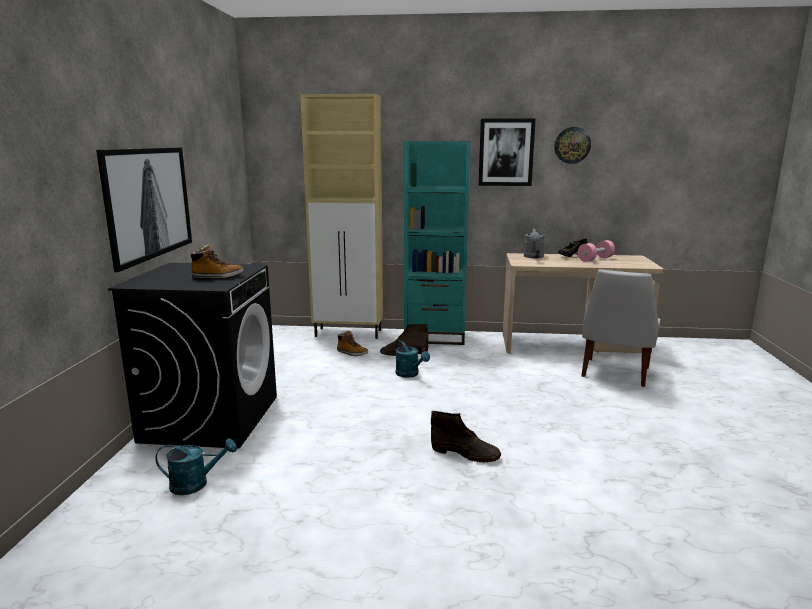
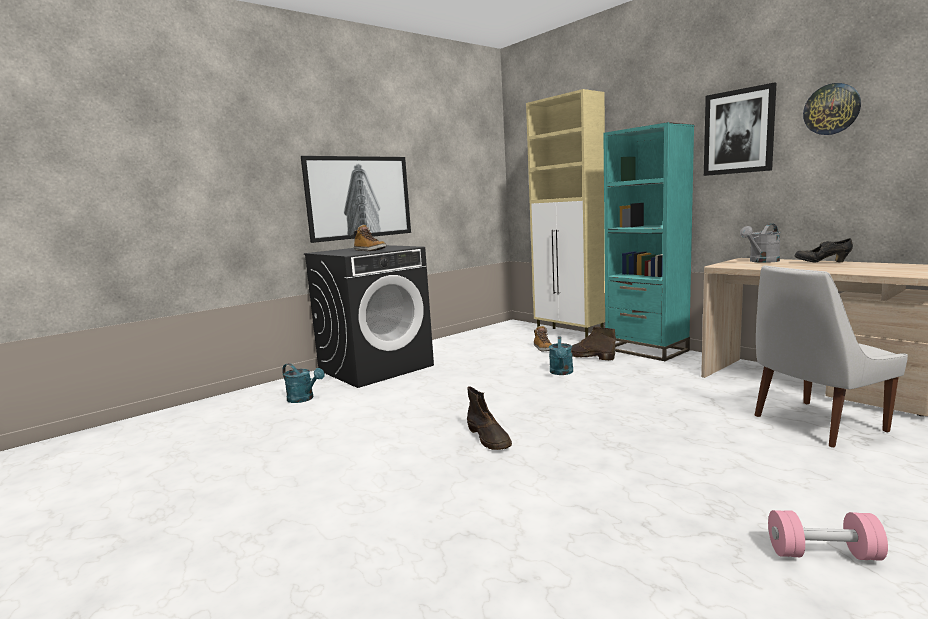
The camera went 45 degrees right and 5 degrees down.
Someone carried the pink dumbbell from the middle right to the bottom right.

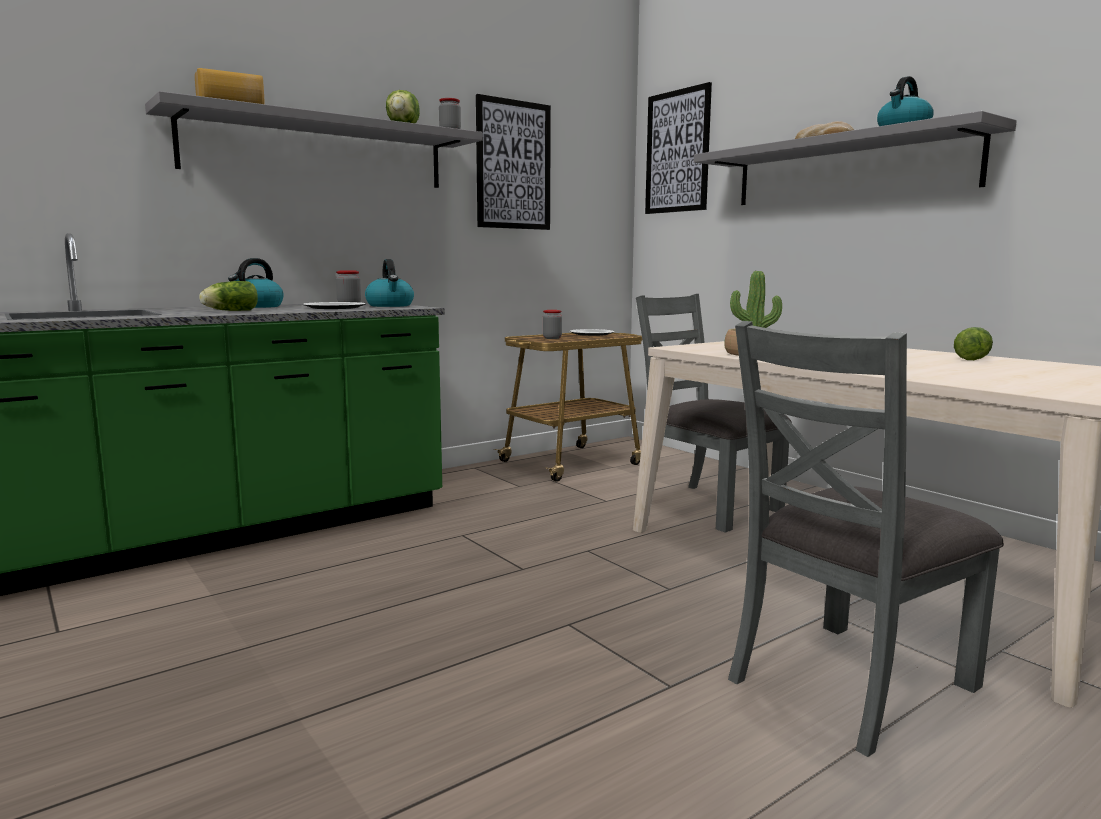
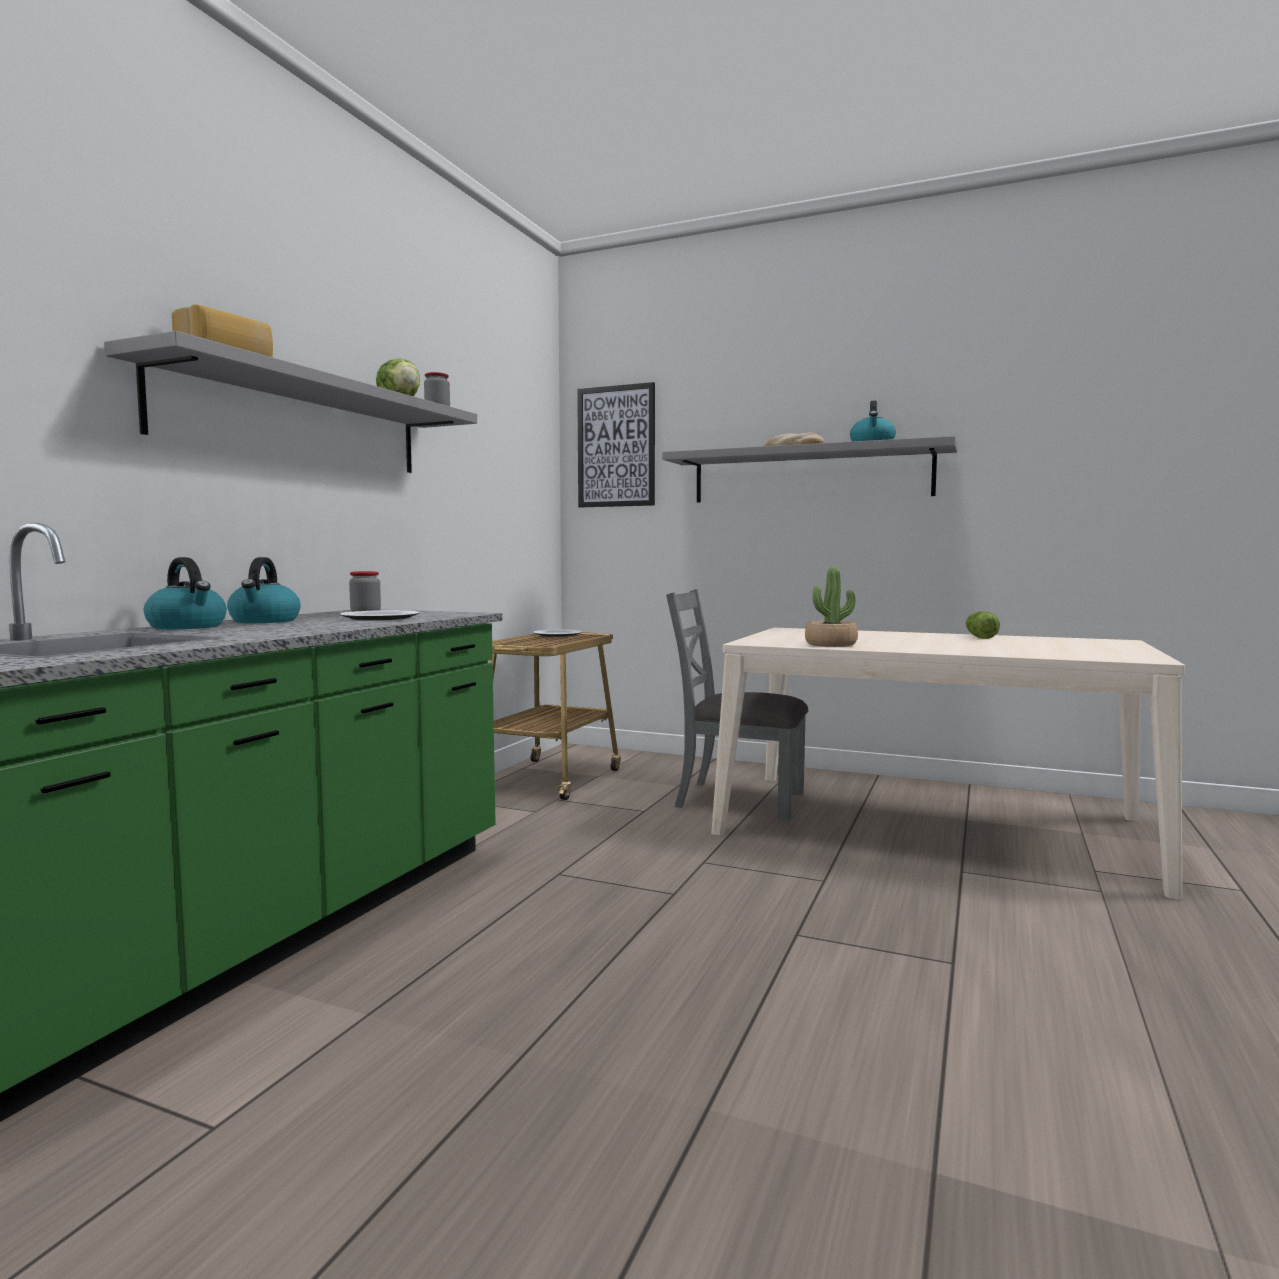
The camera went 30 degrees left and 5 degrees down.
Someone took away the lettuce (1st from left) at the middle left.
Someone carried the kettle (2nd from left in the first image) from the centre to the middle left.
Someone took away the picture (1st from left) at the top centre.
Someone took away the jar (3rd from left) at the centre.
Someone took away the grey chair (2nd from left) at the middle right.

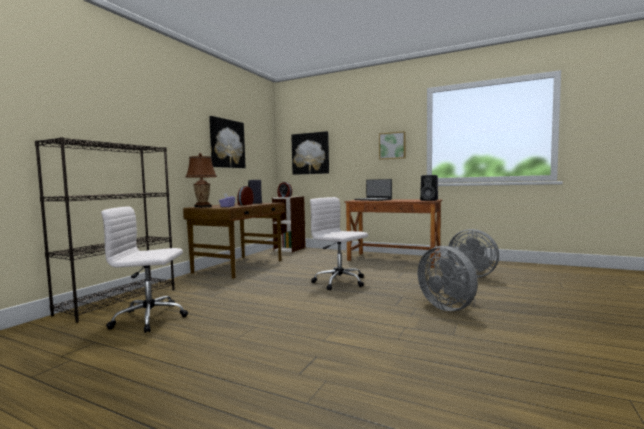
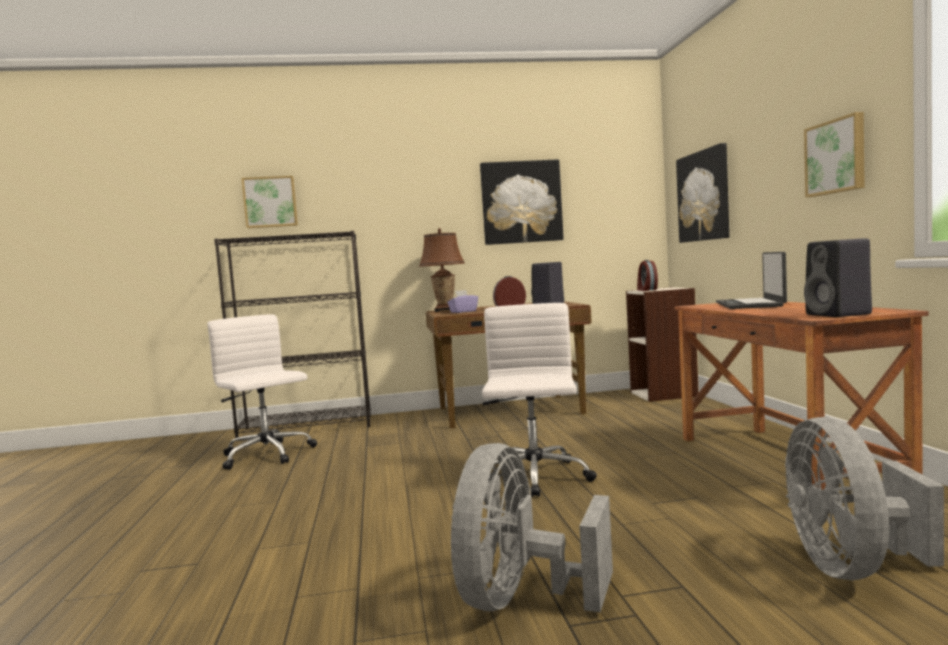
The camera went 55 degrees right and 0 degrees up.
Someone put up the picture (1st from left) at the top left.

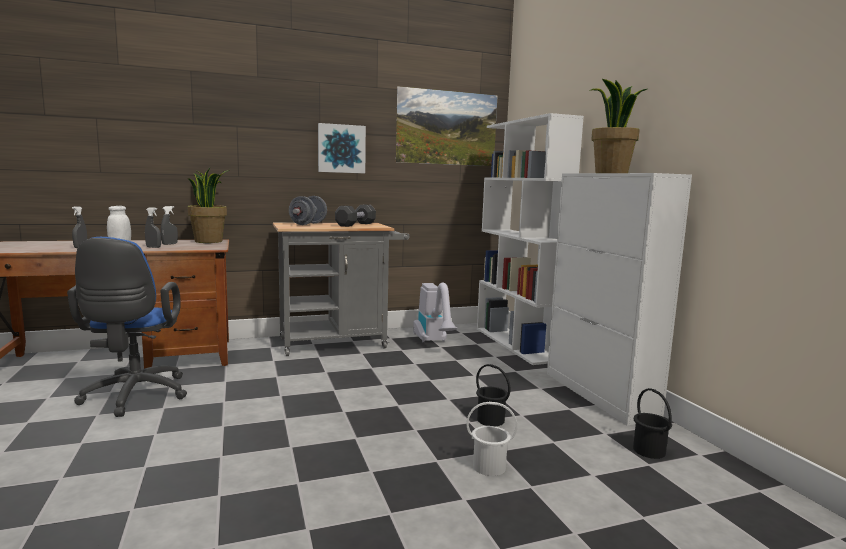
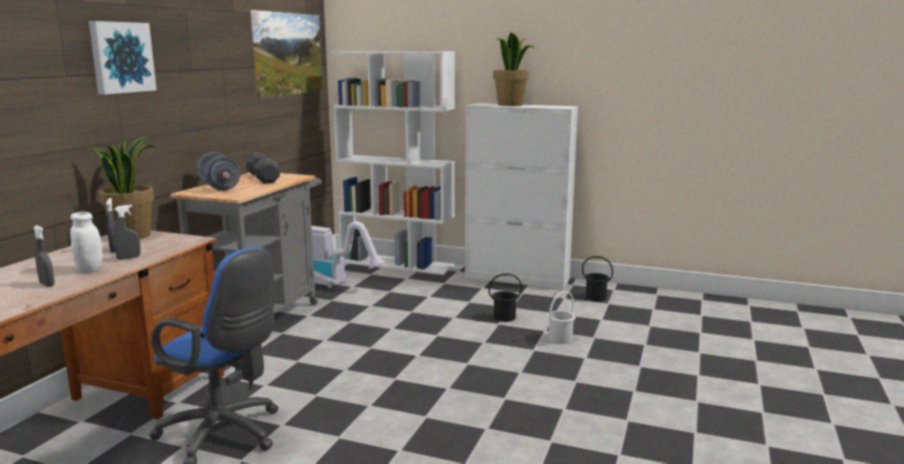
The camera went 50 degrees left and 5 degrees up.
Someone carried the picture (1st from left) from the top centre to the top left.

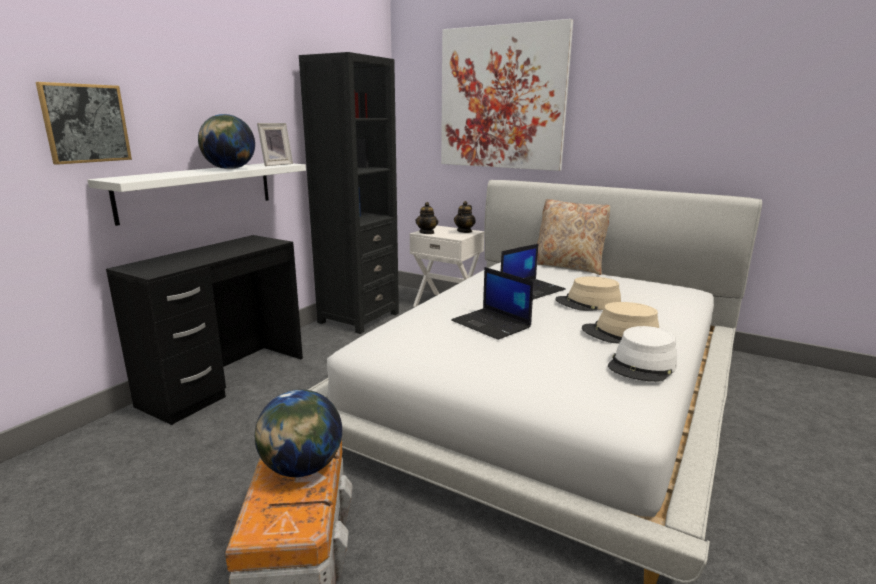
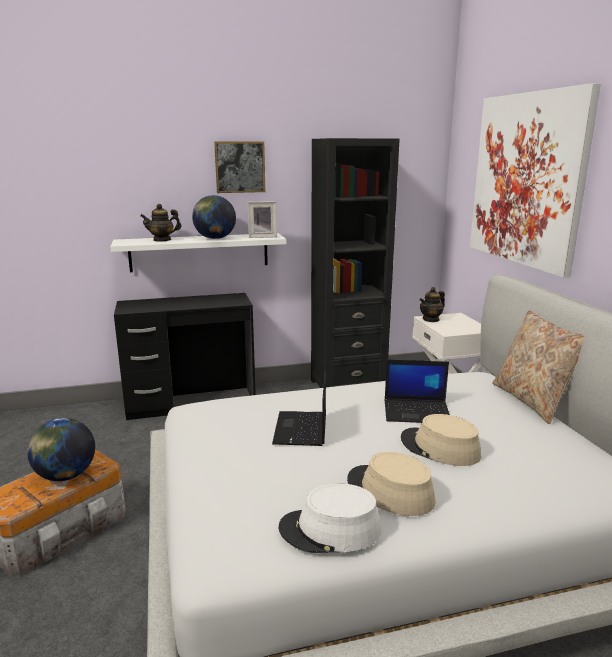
The camera went 45 degrees right and 0 degrees up.
Someone carried the picture (1st from left) from the top left to the top centre.
Someone carried the teapot (2nd from left in the first image) from the centre to the middle left.

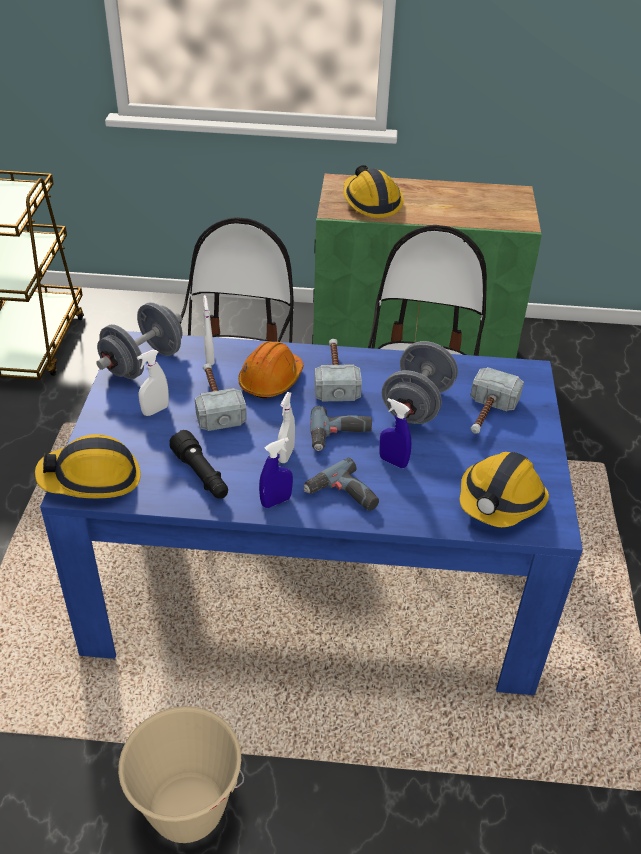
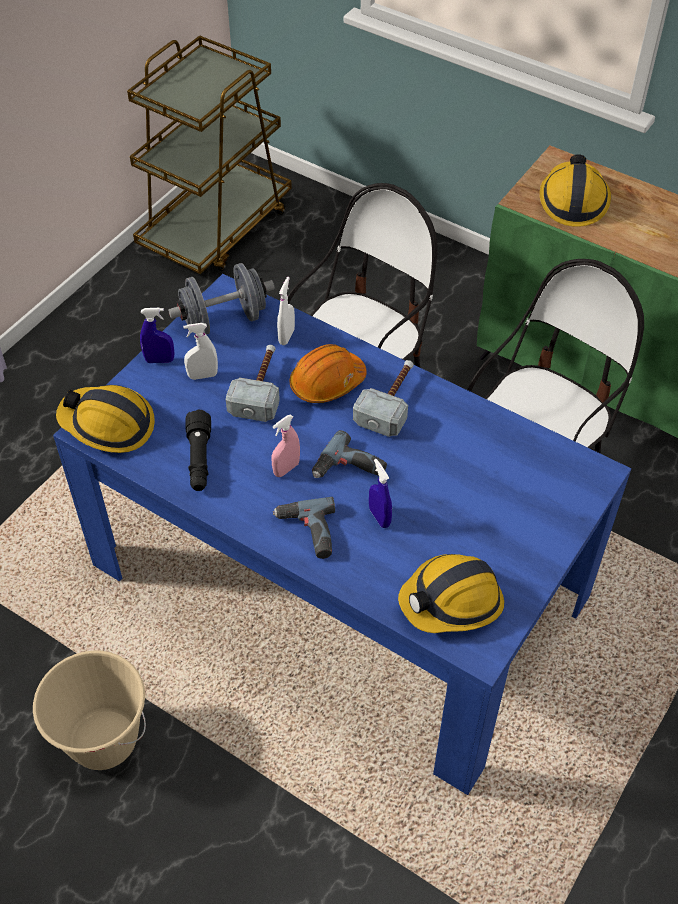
The camera went 30 degrees right and 10 degrees up.
Someone carried the blue spray bottle (1st from left) from the centre to the middle left.
Someone repainted the white spray bottle (3rd from left) at the centre, which became the pink spray bottle at the centre.
Someone took away the grey dumbbell (2nd from left) at the centre.
Someone took away the hammer (3rd from left) at the middle right.

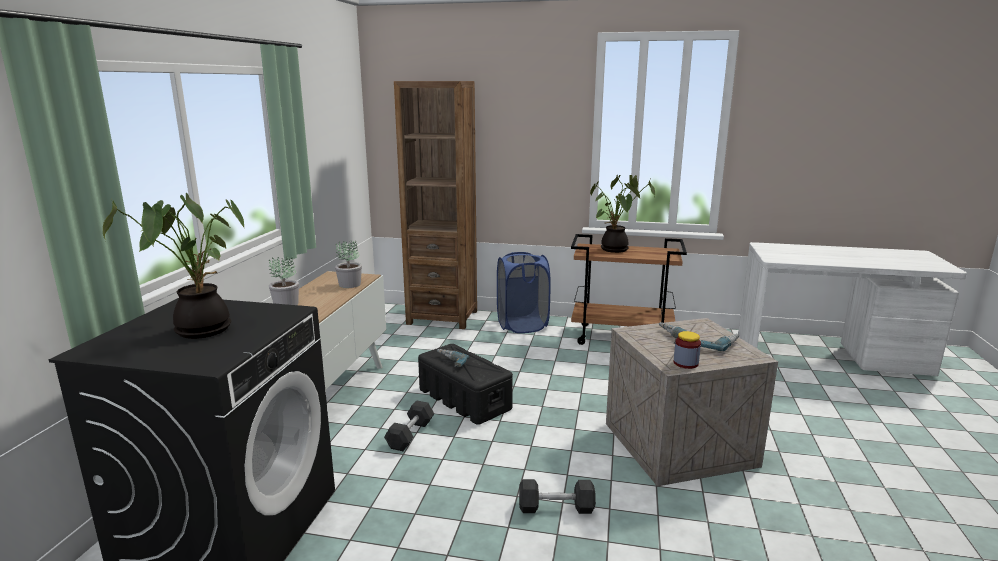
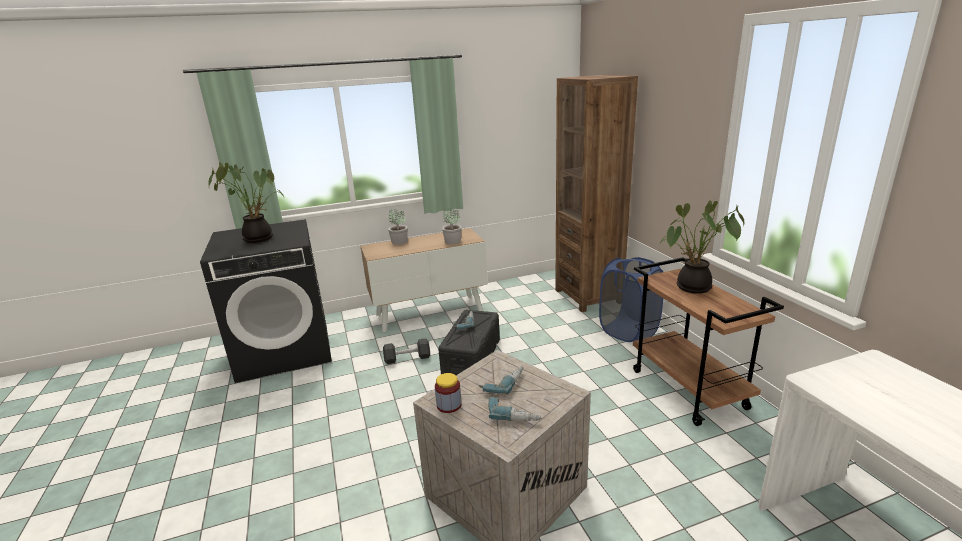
The camera went 60 degrees right and 5 degrees up.
Someone took away the black dumbbell (2nd from left) at the bottom centre.

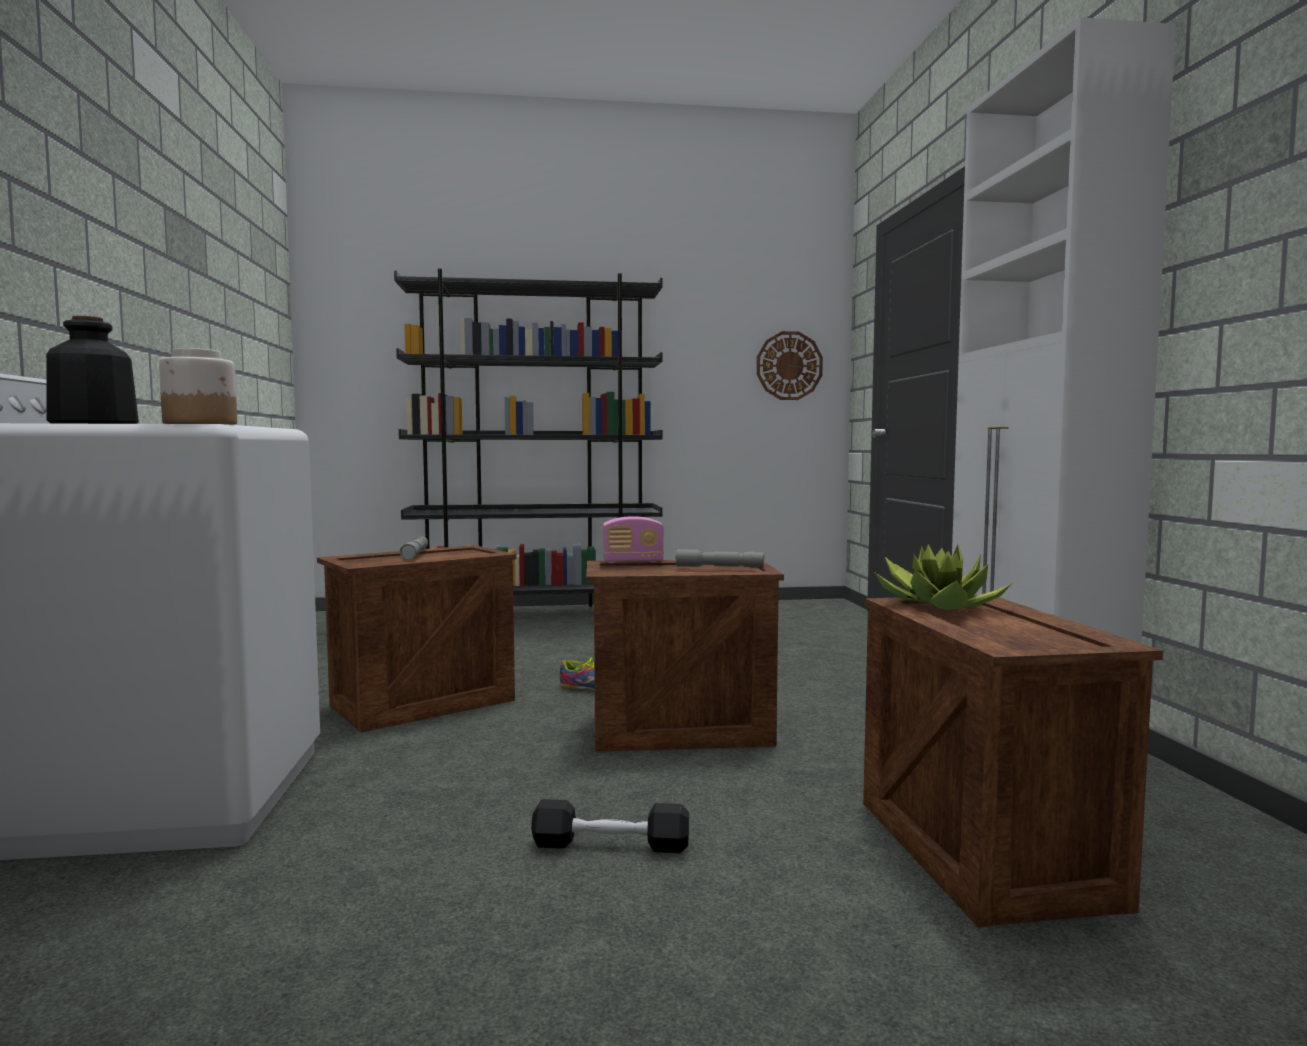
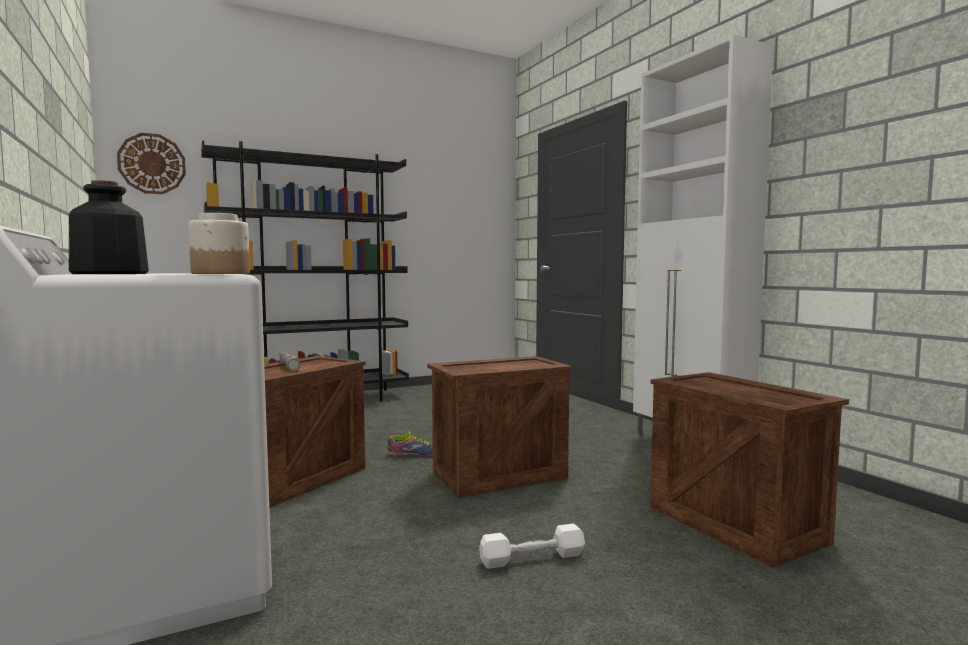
The camera went 20 degrees left and 0 degrees up.
Someone repainted the black dumbbell at the bottom centre, which became the white dumbbell at the bottom centre.
Someone took away the radio at the centre.
Someone took away the grey flashlight (2nd from left) at the centre.
Someone carried the wall clock from the centre to the top left.
Someone took away the potted plant at the middle right.

